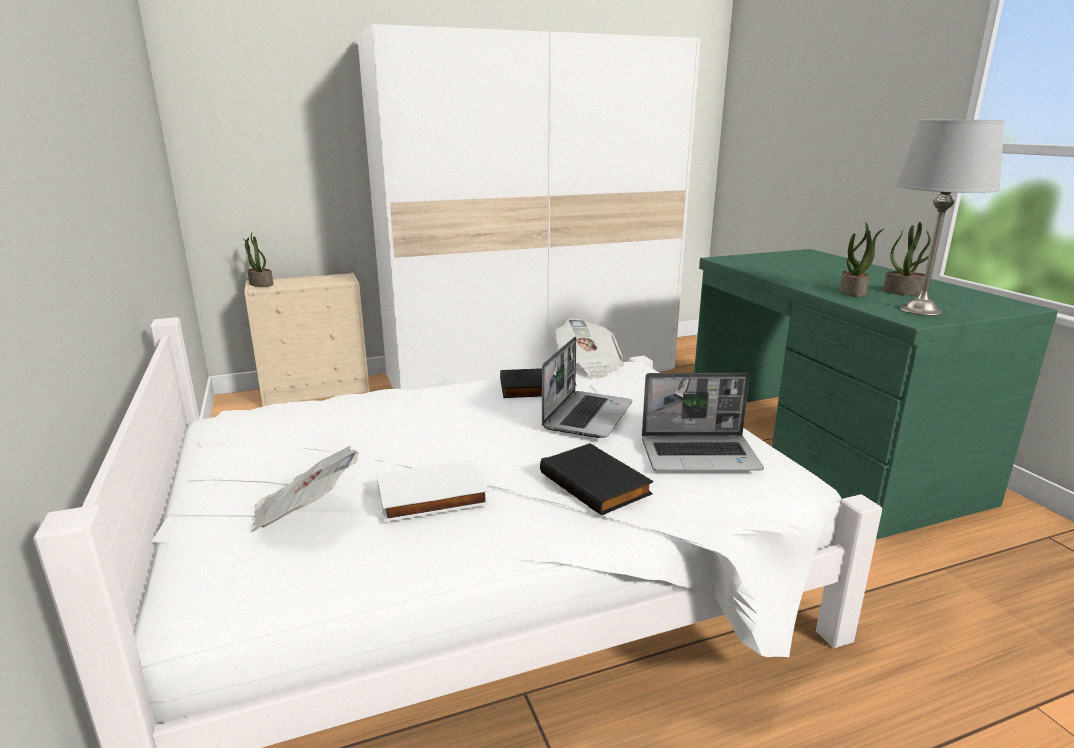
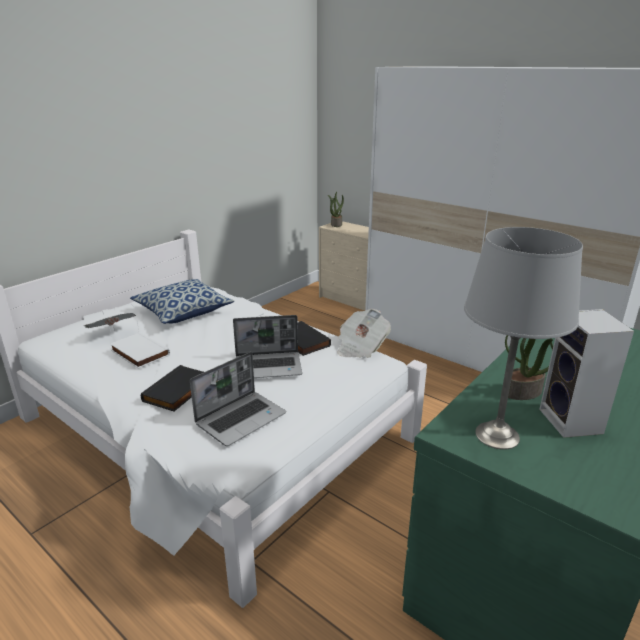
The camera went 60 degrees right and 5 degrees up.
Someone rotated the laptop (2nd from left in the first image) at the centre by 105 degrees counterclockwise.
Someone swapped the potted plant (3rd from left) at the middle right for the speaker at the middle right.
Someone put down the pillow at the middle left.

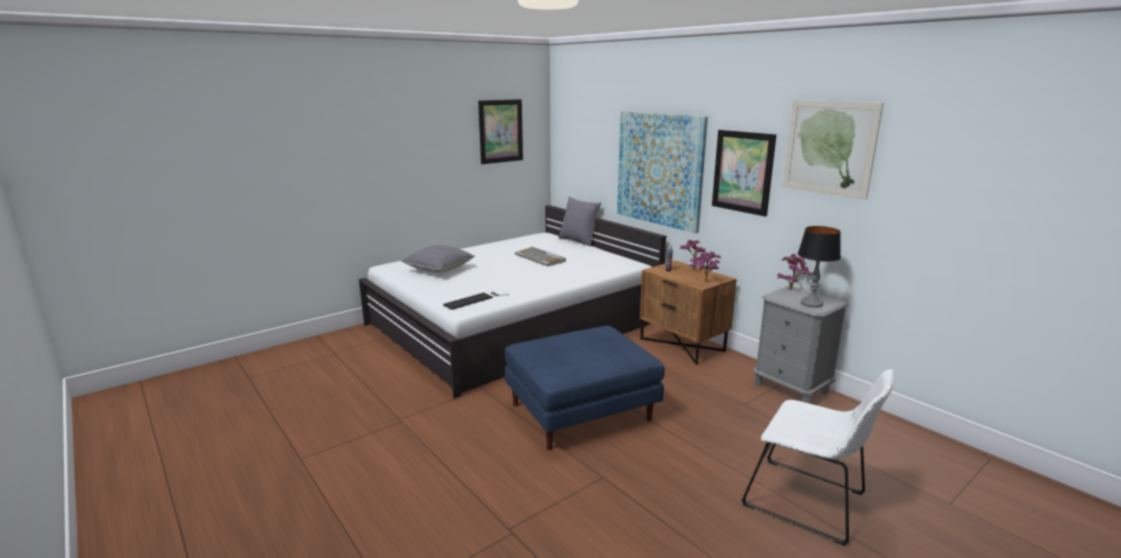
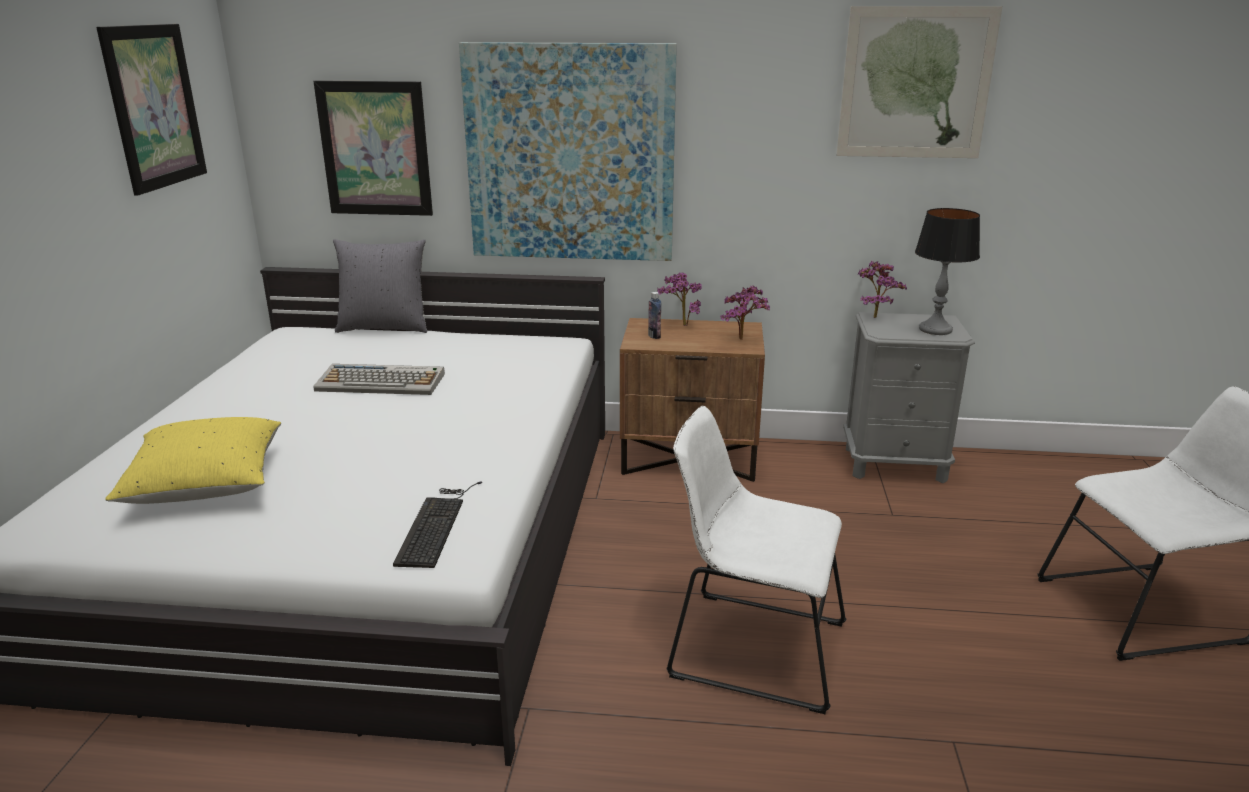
The camera went 45 degrees left and 5 degrees up.
Someone repainted the grey pillow (1st from left) at the centre, which became the yellow pillow at the middle left.
Someone swapped the blue ottoman at the bottom centre for the white chair (1st from left) at the bottom centre.
Someone carried the picture (3rd from left in the first image) from the top centre to the top left.

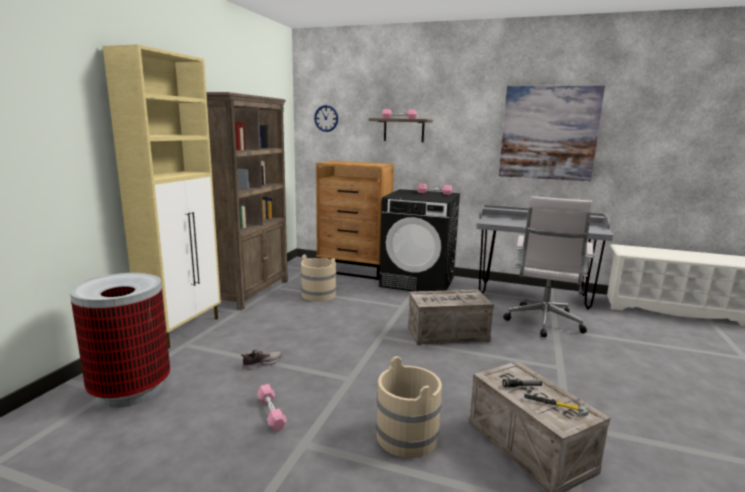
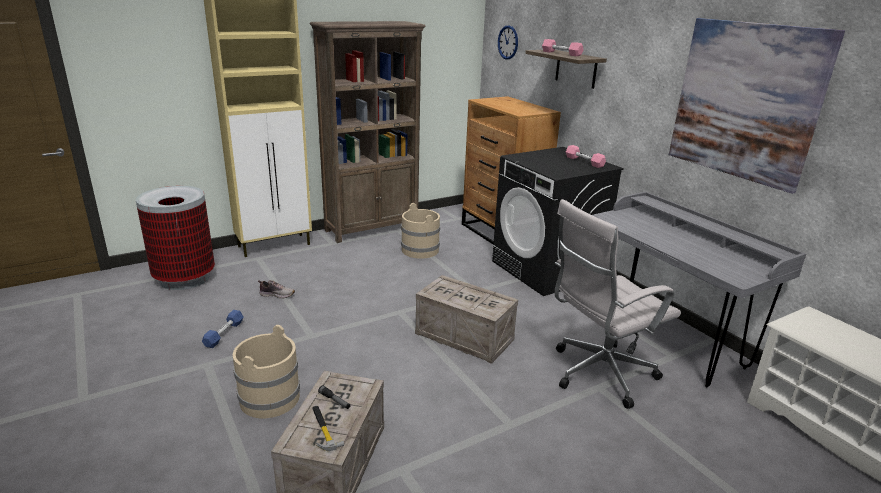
The camera went 40 degrees right and 10 degrees up.
Someone repainted the pink dumbbell (1st from left) at the bottom centre, which became the blue dumbbell at the bottom left.

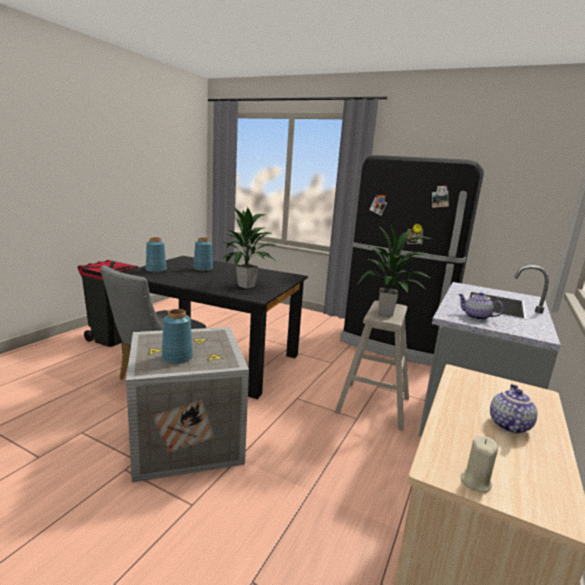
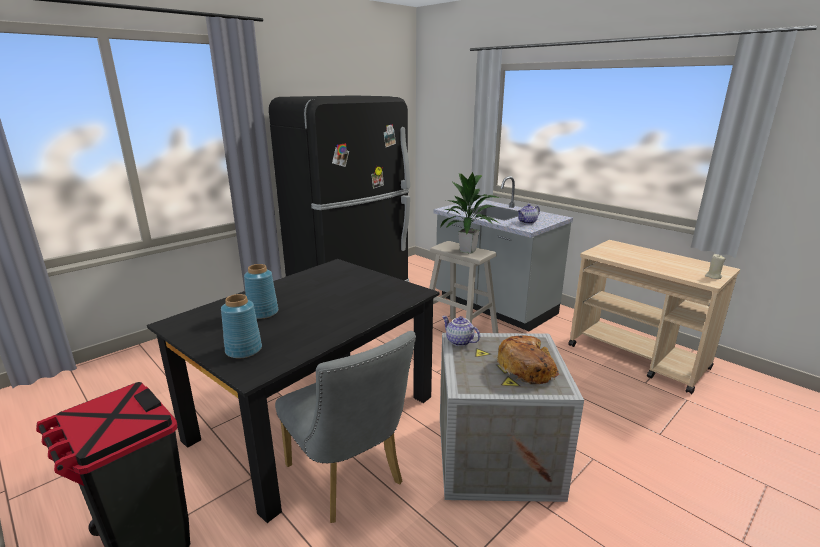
The camera went 70 degrees left and 5 degrees up.
Someone swapped the blue vase (2nd from left) at the middle left for the bread at the centre.
Someone took away the potted plant (1st from left) at the centre.
Someone carried the teapot (2nd from left in the first image) from the bottom right to the centre.

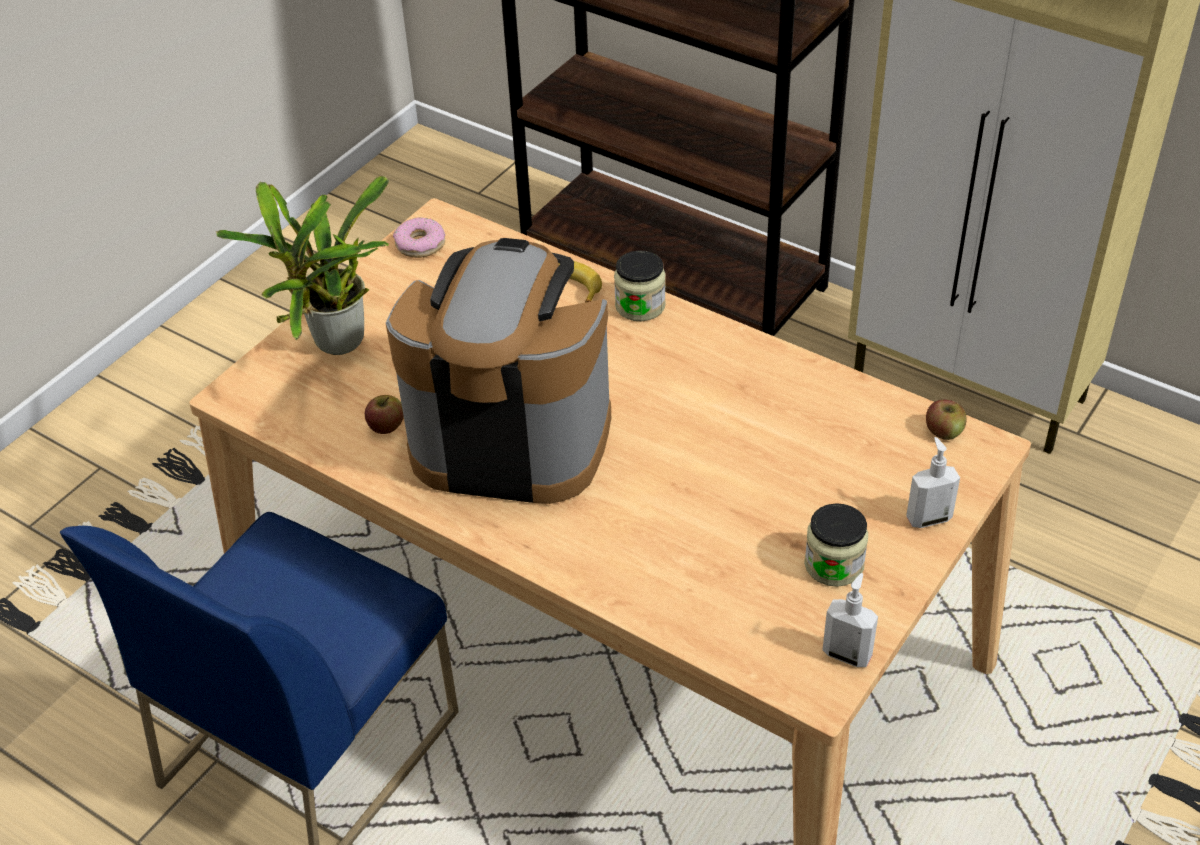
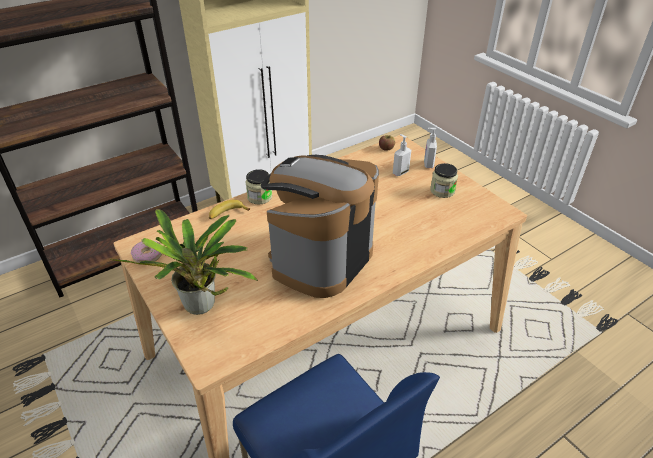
The camera went 70 degrees left and 5 degrees down.
Someone took away the apple (1st from left) at the middle left.
Someone carried the soap dispenser (1st from left) from the bottom right to the centre.

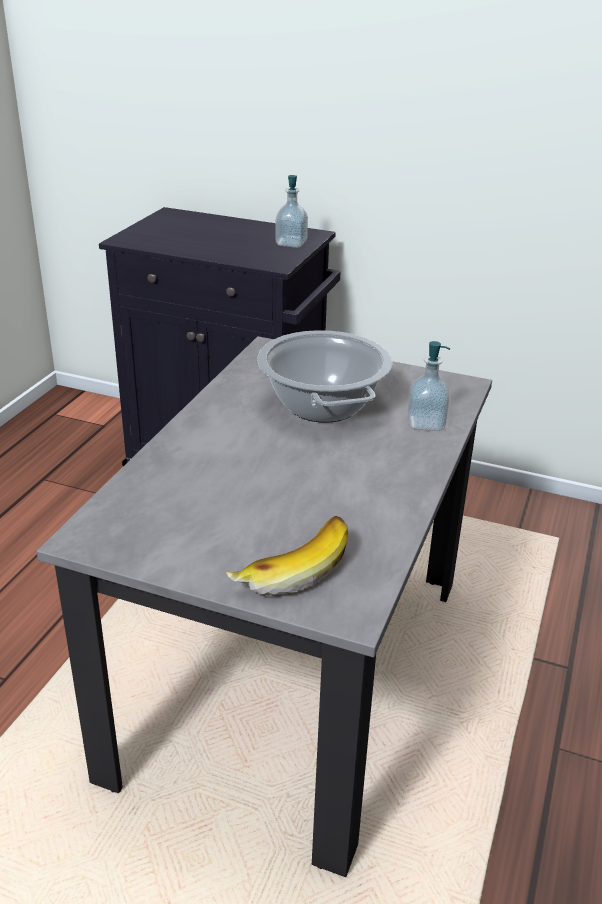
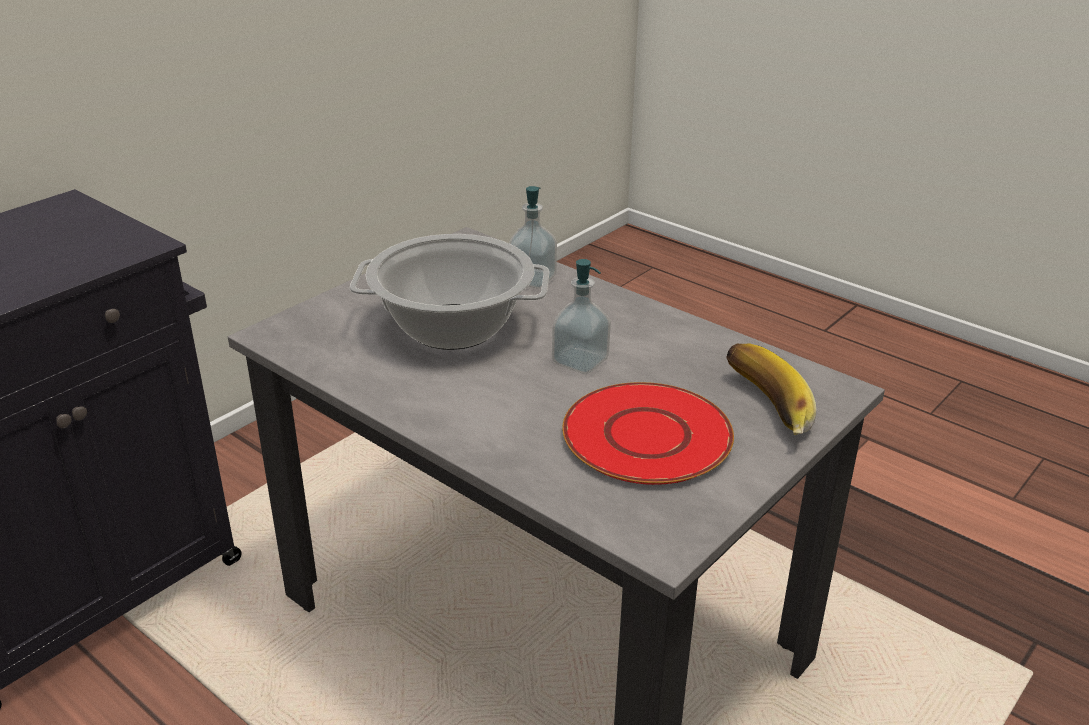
The camera went 70 degrees left and 0 degrees up.
Someone carried the soap dispenser (1st from left in the first image) from the top centre to the centre.
Someone put down the red plate at the centre.

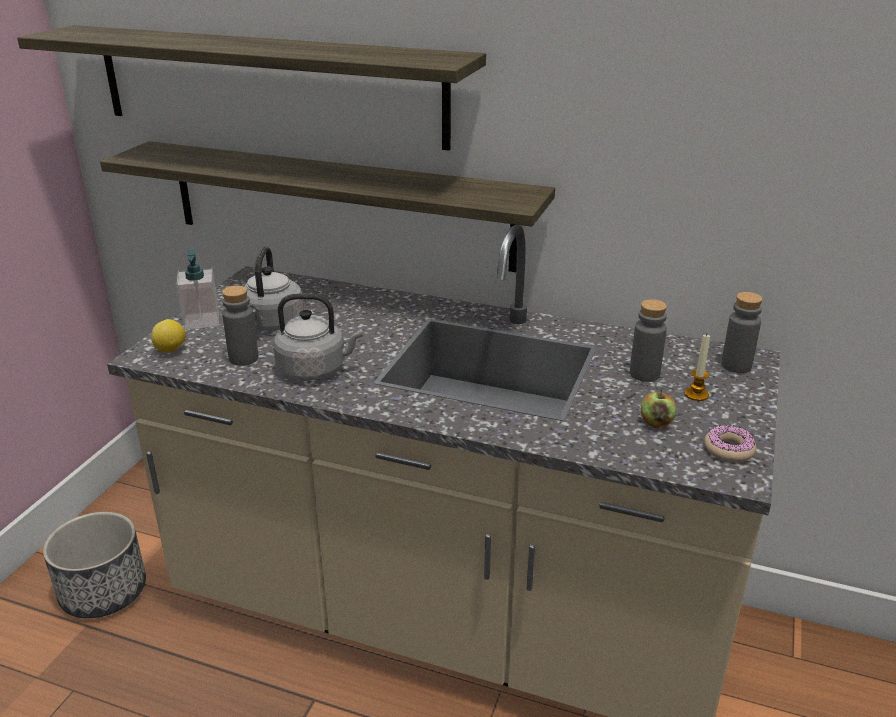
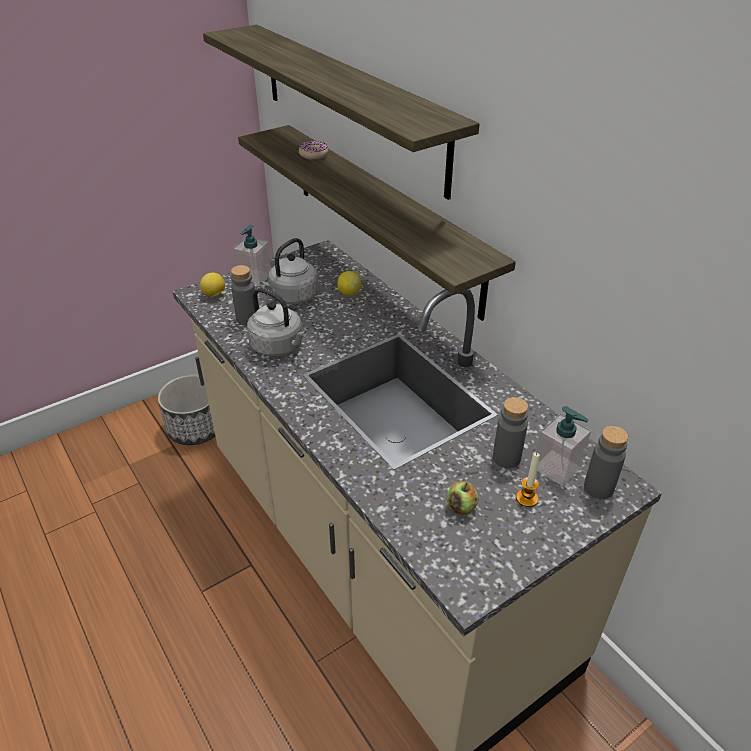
The camera went 35 degrees right and 10 degrees up.
Someone carried the donut from the middle right to the top centre.
Someone put down the lemon (2nd from left) at the centre.
Someone put down the soap dispenser (2nd from left) at the middle right.

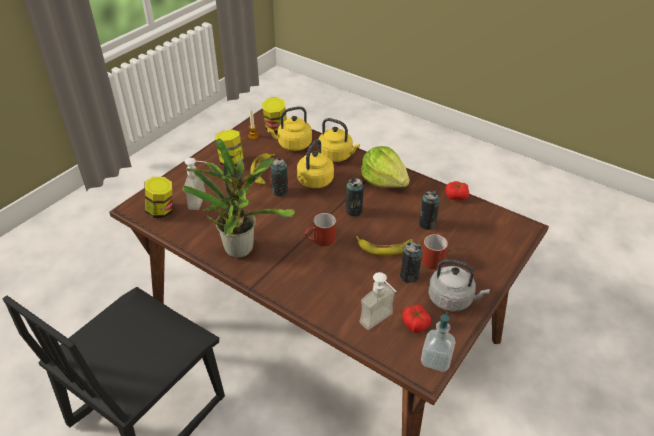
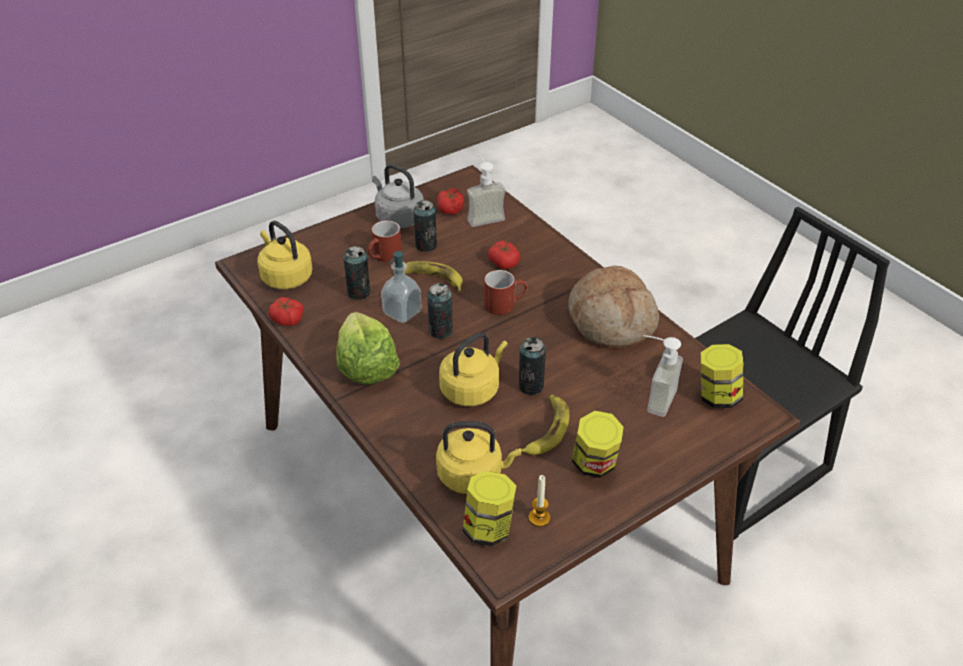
The camera went 160 degrees left and 0 degrees up.
Someone swapped the potted plant at the centre for the bread at the centre.
Someone carried the yellow kettle (3rd from left in the first image) from the top centre to the middle left.
Someone carried the soap dispenser (3rd from left in the first image) from the bottom right to the centre.
Someone put down the tomato (3rd from left) at the centre.

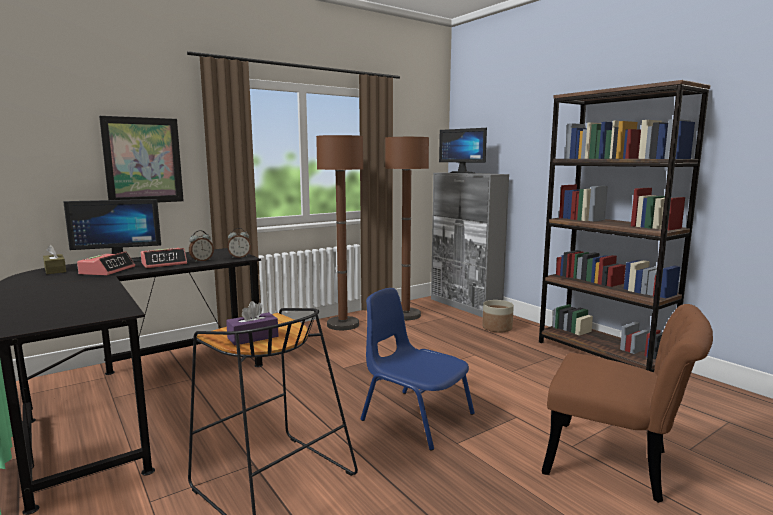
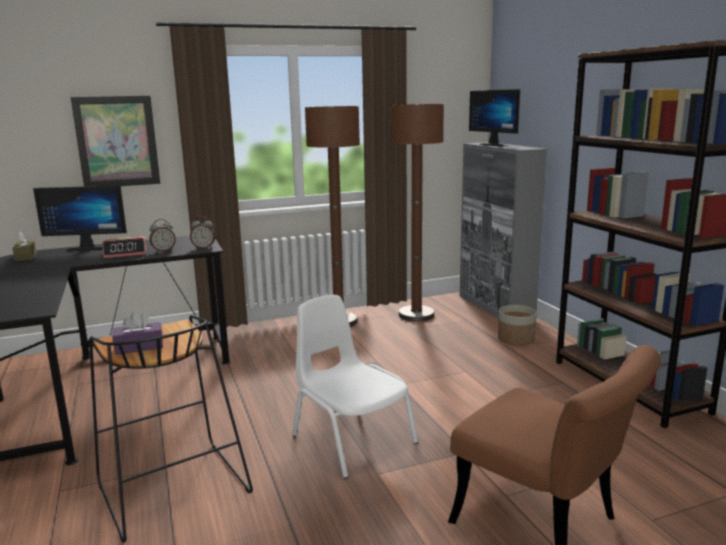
The camera went 15 degrees right and 5 degrees up.
Someone took away the alarm clock (1st from left) at the middle left.
Someone repainted the blue chair at the bottom centre, which became the white chair at the bottom centre.

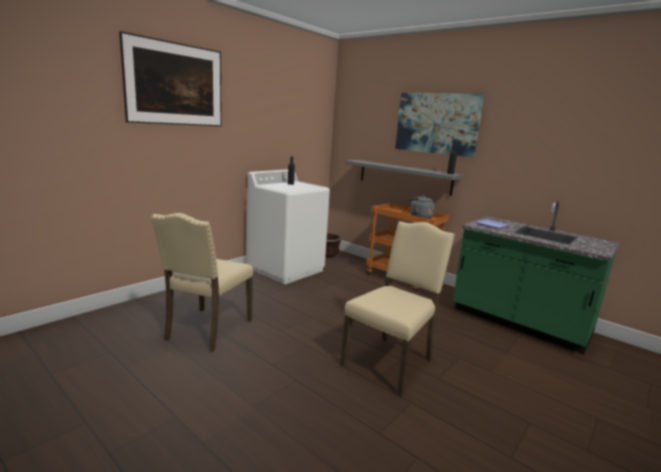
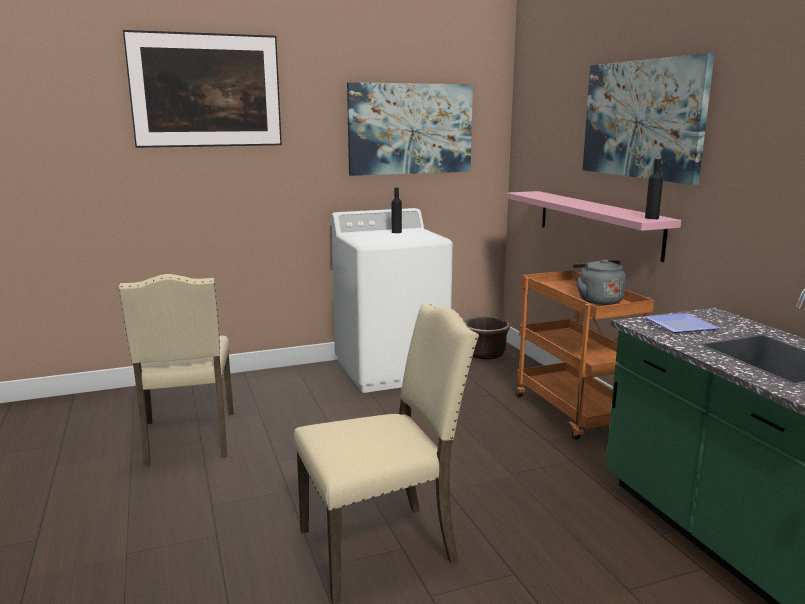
The camera went 30 degrees right and 0 degrees up.
Someone rotated the beige chair (1st from left) at the middle left by 60 degrees counterclockwise.
Someone repainted the grey shelf at the centre, which became the pink shelf at the middle right.
Someone put up the picture (2nd from left) at the top centre.

